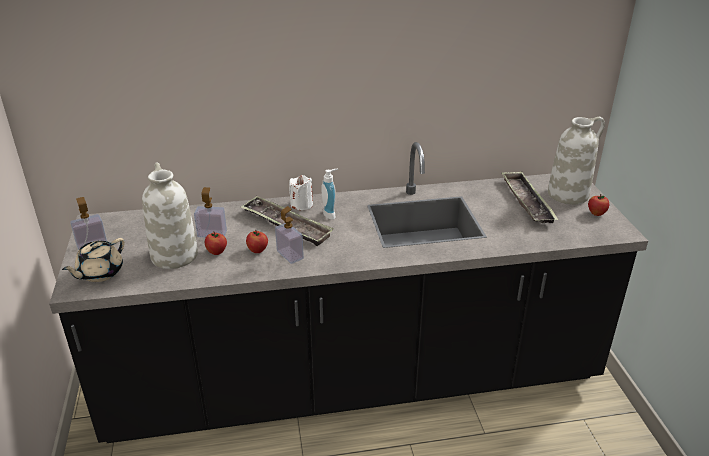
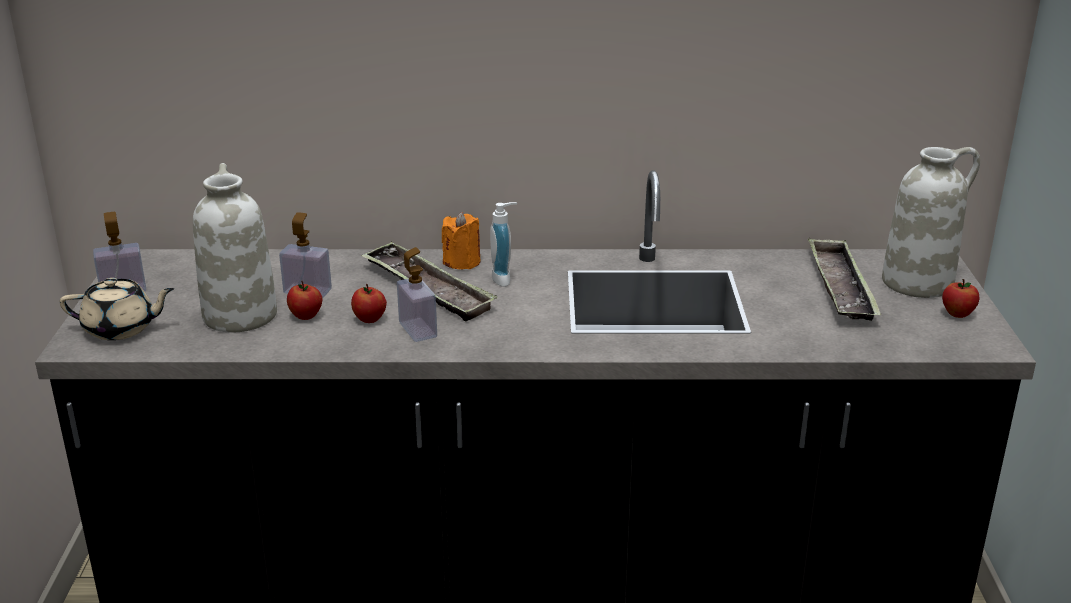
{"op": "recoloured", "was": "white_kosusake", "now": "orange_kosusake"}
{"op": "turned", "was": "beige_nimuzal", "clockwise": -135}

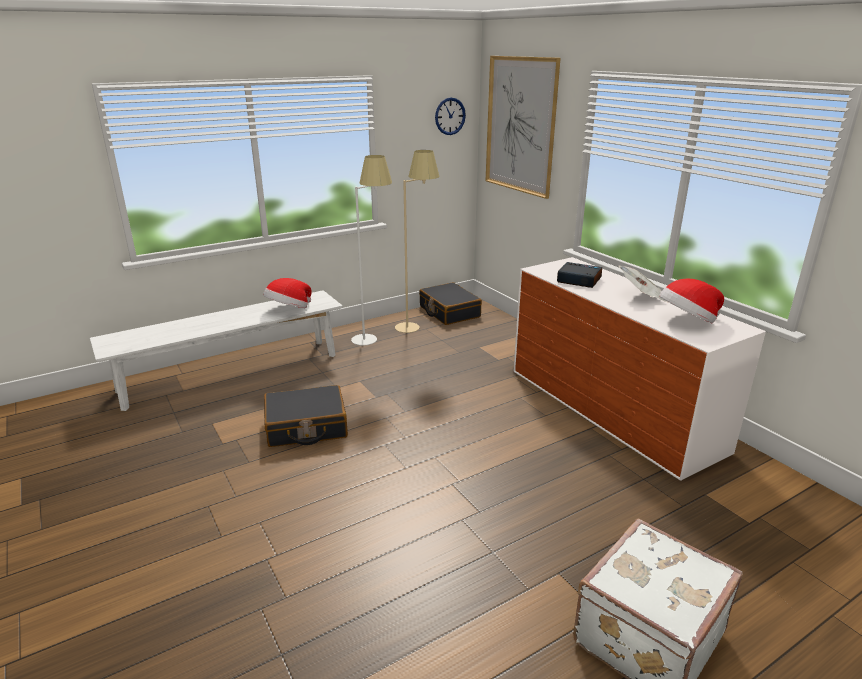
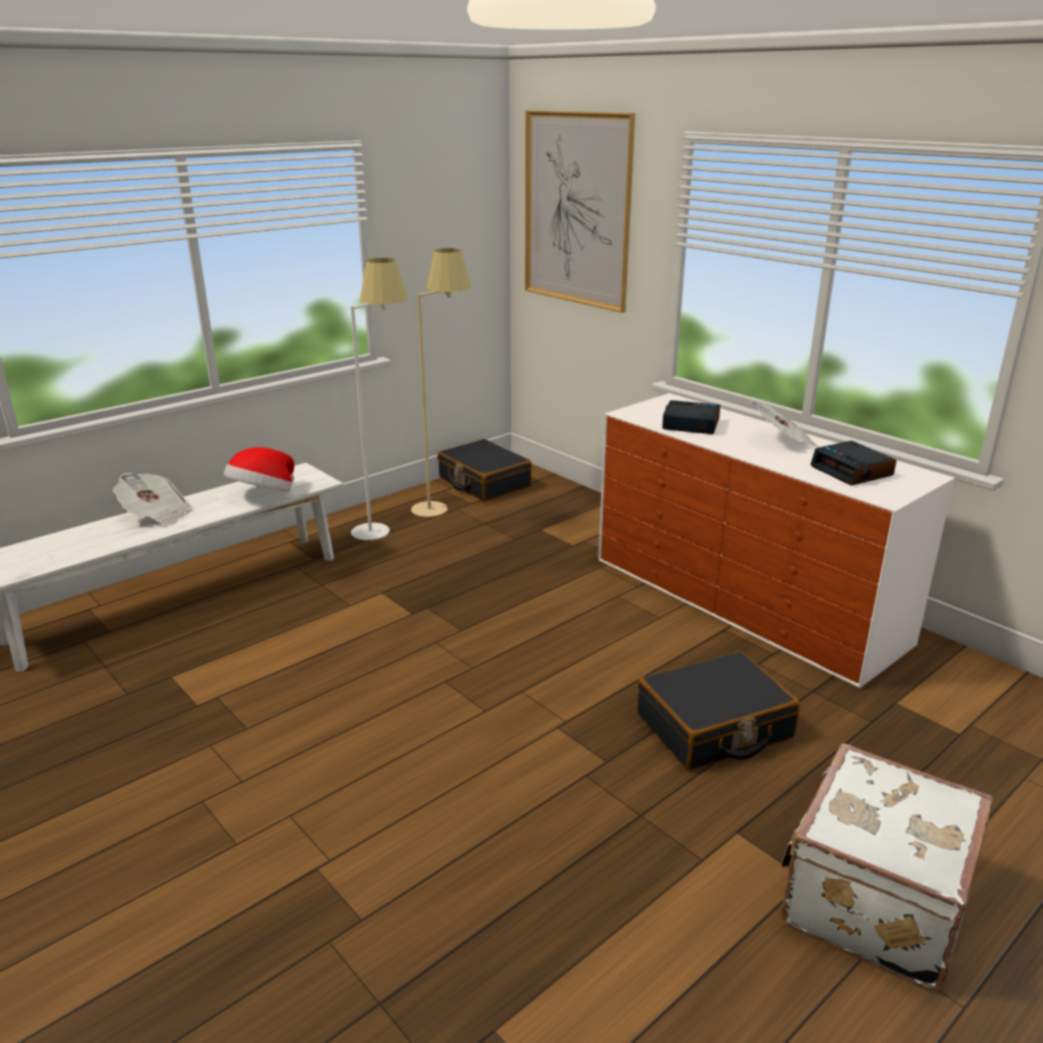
{"op": "removed", "was": "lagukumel"}
{"op": "replaced", "was": "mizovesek (2nd from left)", "now": "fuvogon (2nd from left)"}
{"op": "moved", "was": "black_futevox (1st from left in the first image)", "now": "black_futevox (2nd from left)"}
{"op": "added", "now": "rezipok (1st from left)"}

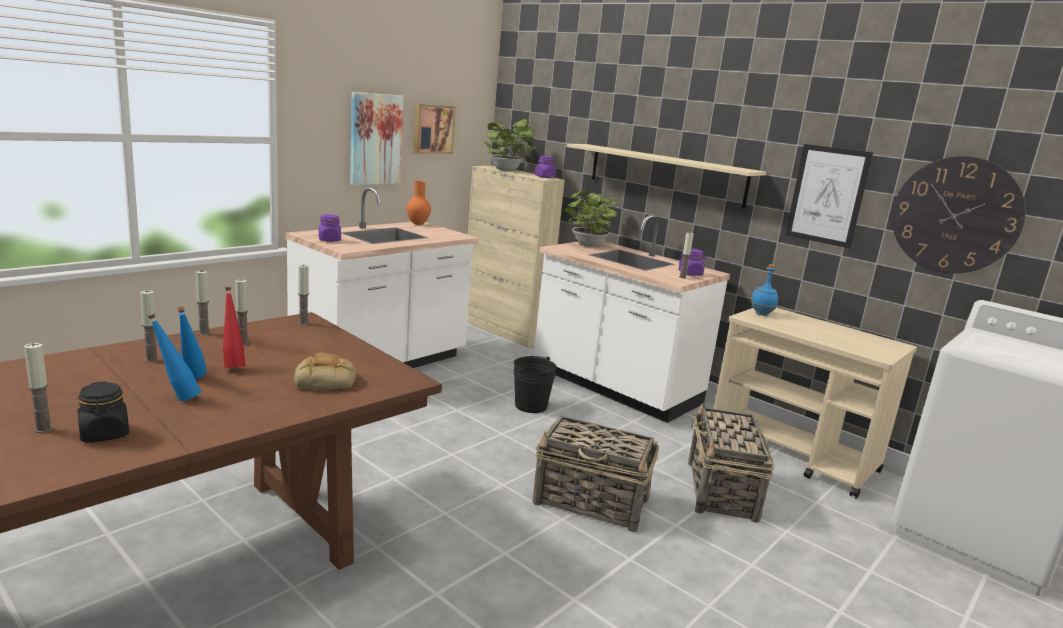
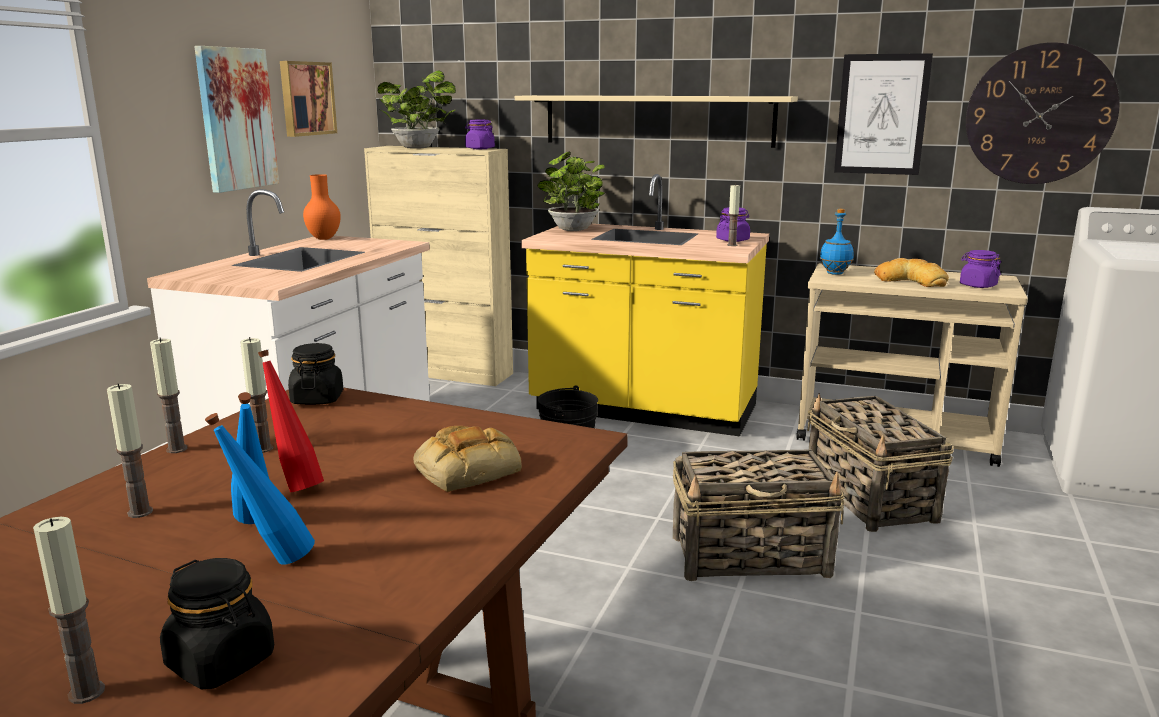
{"op": "moved", "was": "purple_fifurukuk (1st from left in the first image)", "now": "purple_fifurukuk (3rd from left)"}
{"op": "recoloured", "was": "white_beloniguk (2nd from left)", "now": "yellow_beloniguk"}
{"op": "replaced", "was": "kosusake (5th from left)", "now": "black_fifurukuk (2nd from left)"}
{"op": "added", "now": "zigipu (2nd from left)"}

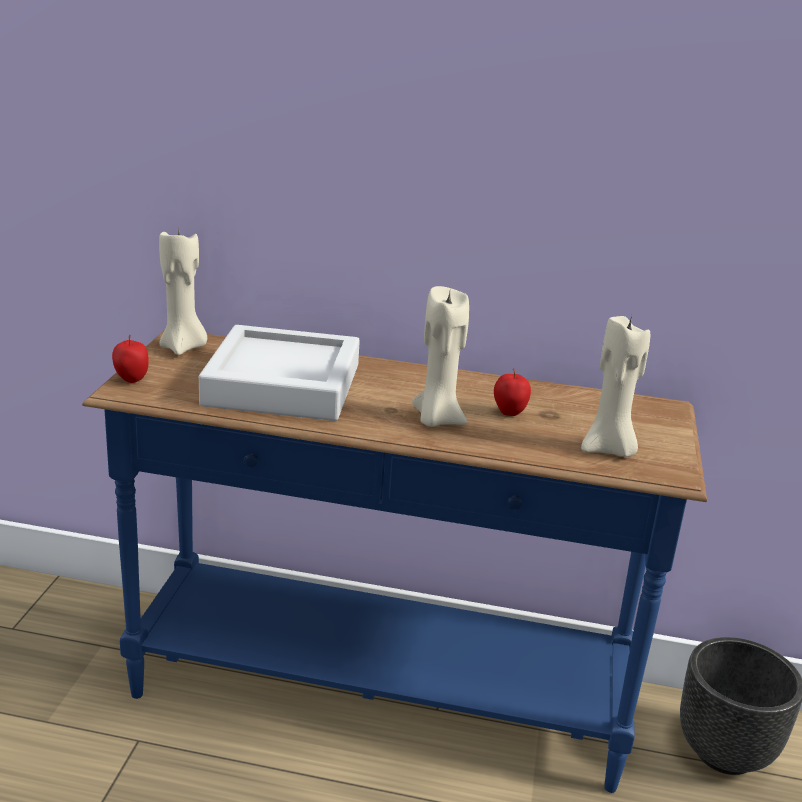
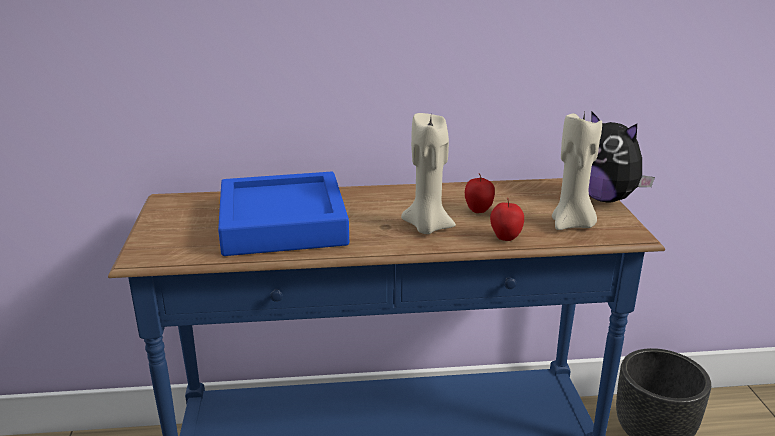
{"op": "removed", "was": "beige_kosusake (1st from left)"}
{"op": "recoloured", "was": "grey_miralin", "now": "blue_miralin"}
{"op": "moved", "was": "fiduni (1st from left in the first image)", "now": "fiduni (2nd from left)"}
{"op": "added", "now": "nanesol"}

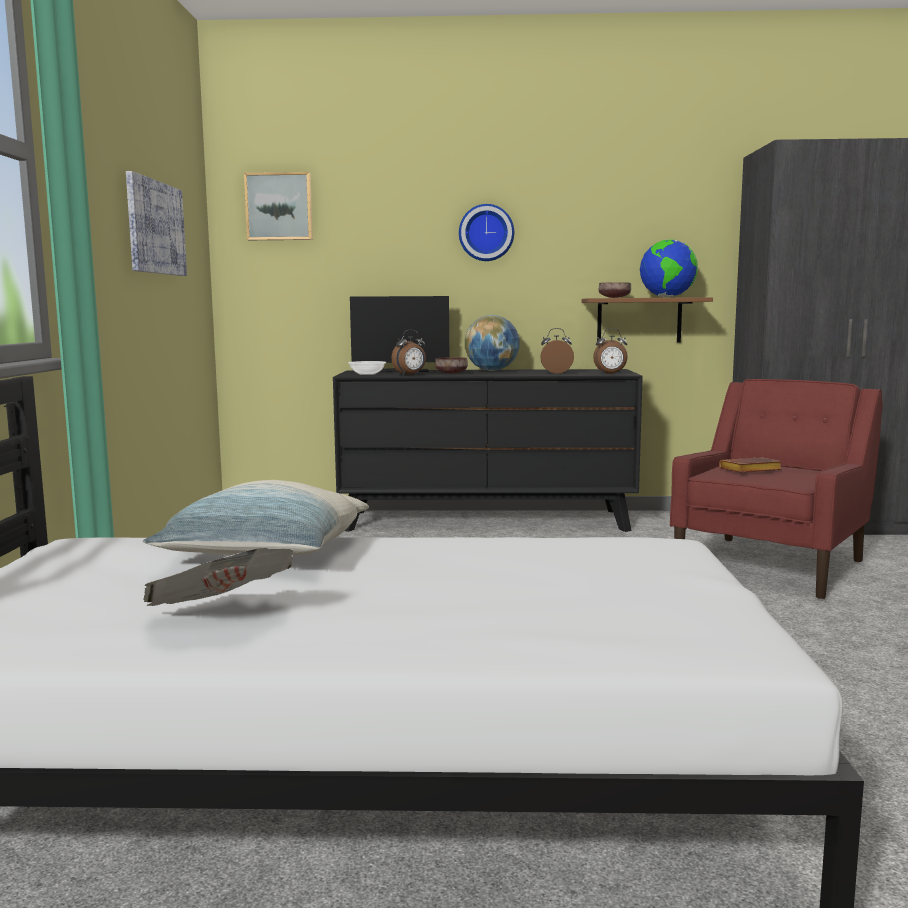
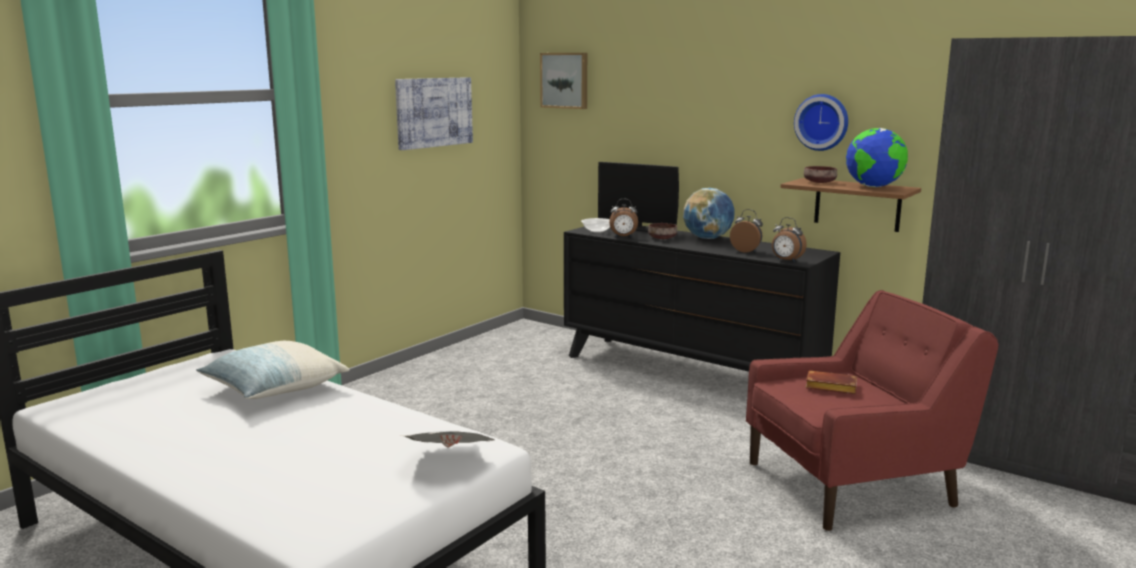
{"op": "moved", "was": "lagukumel"}
{"op": "moved", "was": "rezipok"}

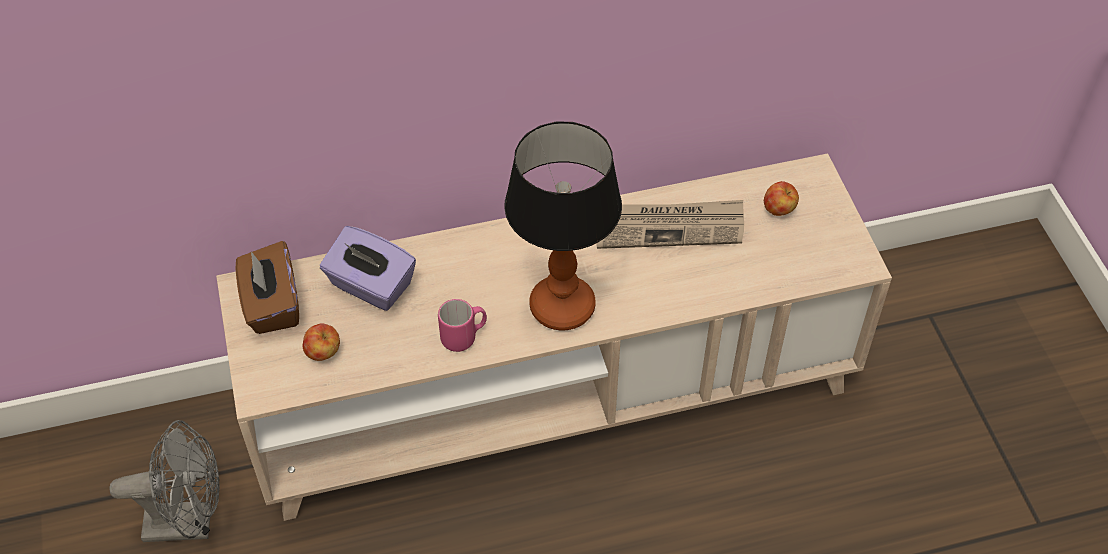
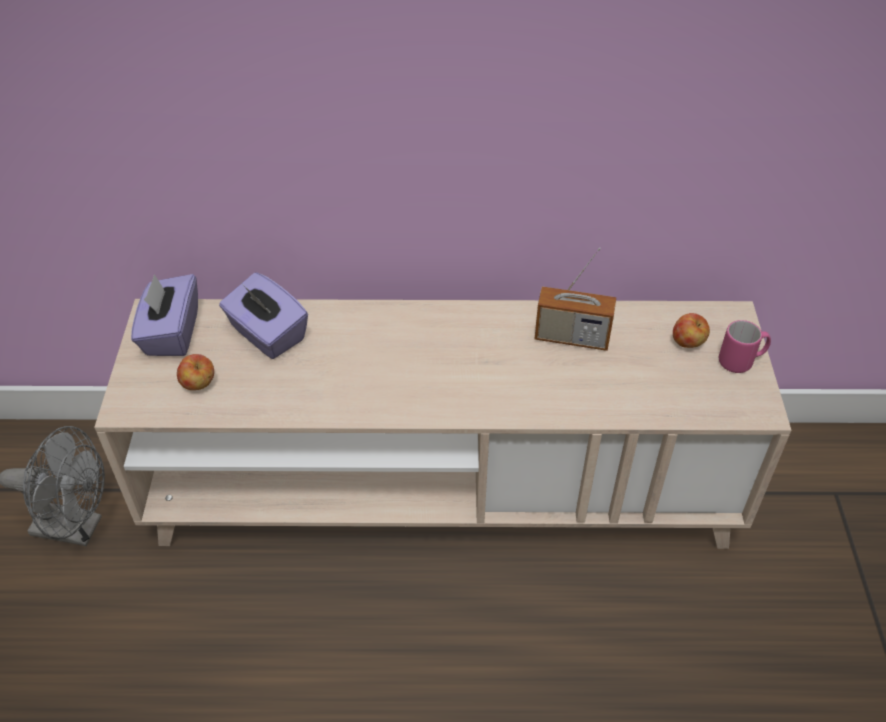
{"op": "removed", "was": "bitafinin"}
{"op": "replaced", "was": "rezipok", "now": "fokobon"}
{"op": "recoloured", "was": "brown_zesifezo", "now": "purple_zesifezo (1st from left)"}
{"op": "moved", "was": "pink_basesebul"}

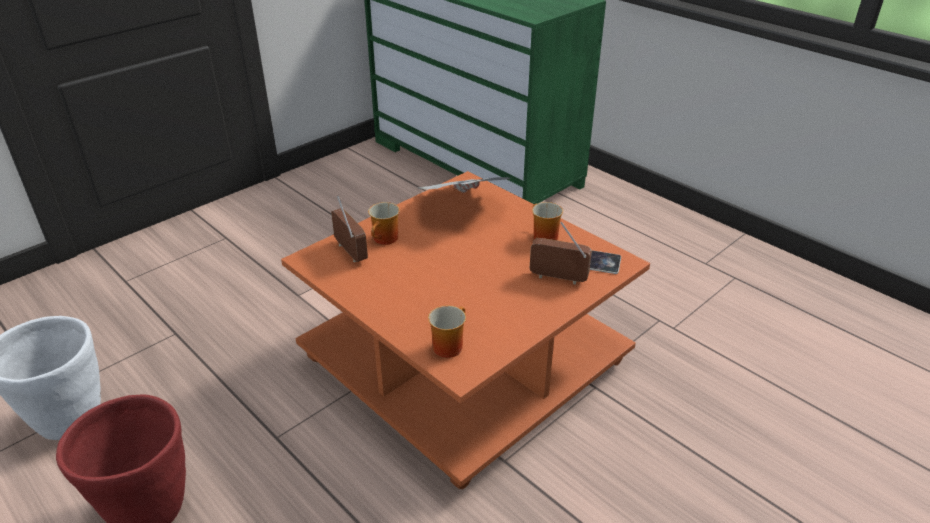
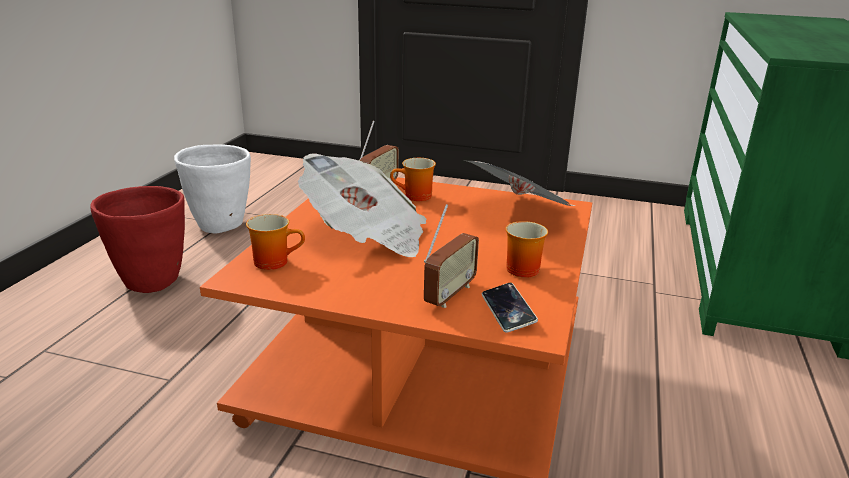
{"op": "turned", "was": "fokobon (2nd from left)", "clockwise": 45}
{"op": "added", "now": "rezipok (1st from left)"}

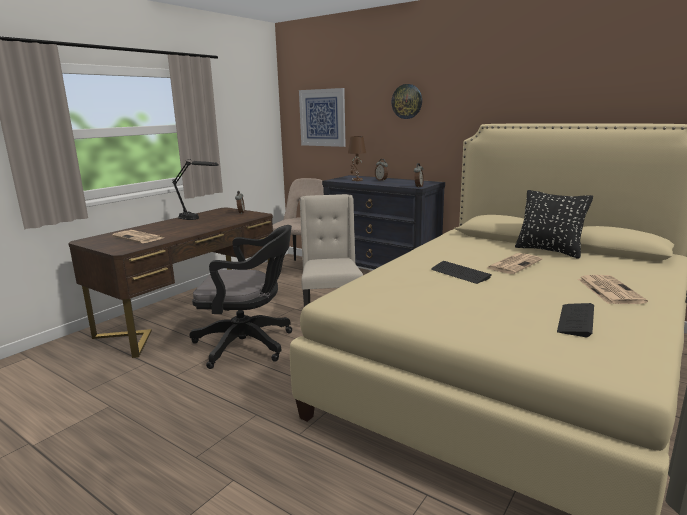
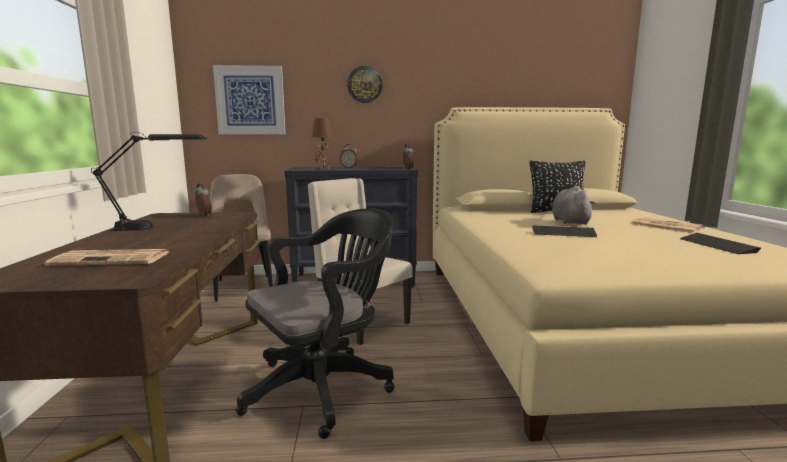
{"op": "replaced", "was": "rezipok (2nd from left)", "now": "grey_nanesol"}

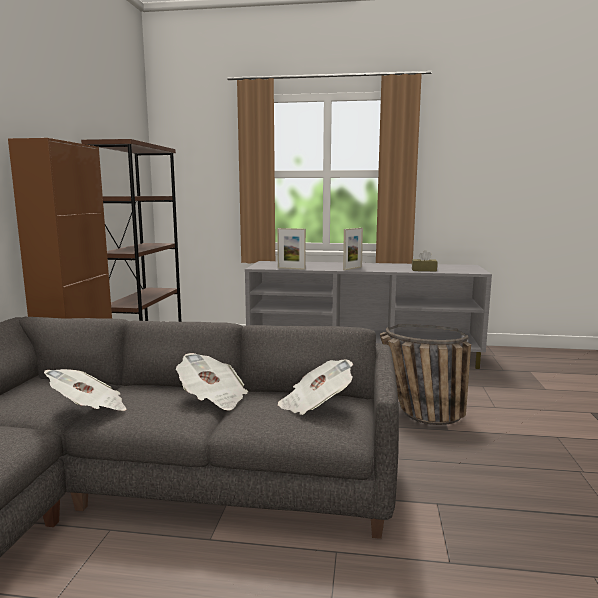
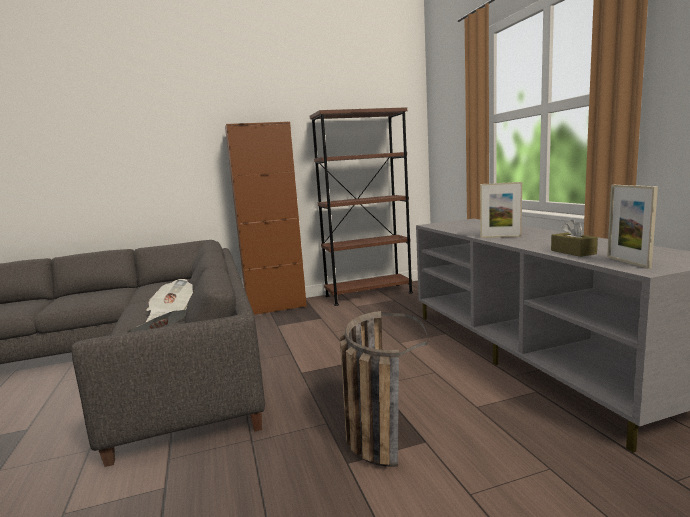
{"op": "moved", "was": "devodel (1st from left in the first image)", "now": "devodel (2nd from left)"}
{"op": "removed", "was": "rezipok (1st from left)"}

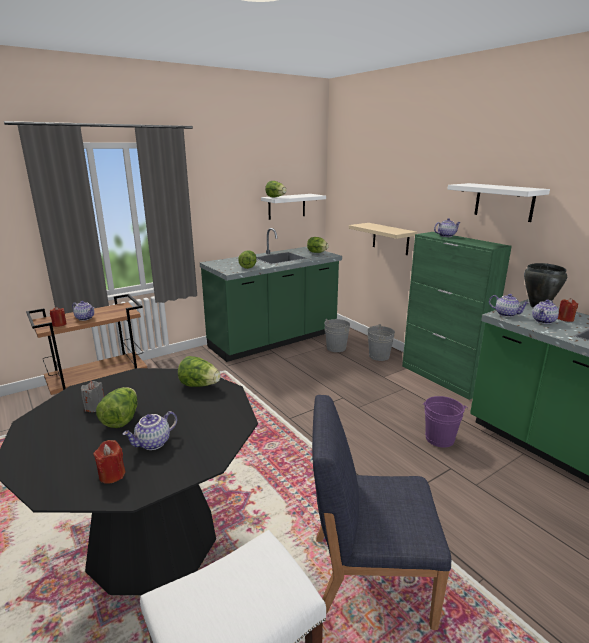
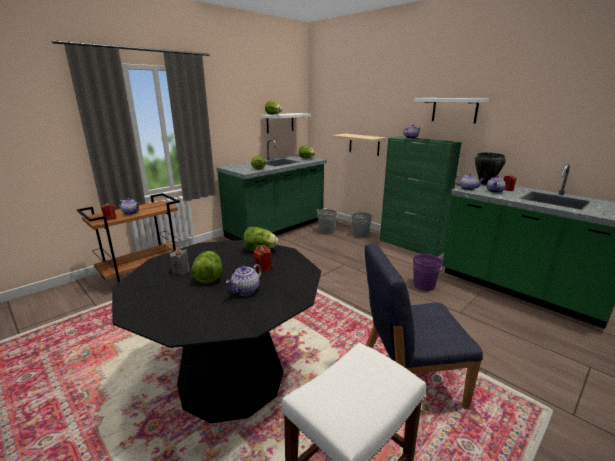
{"op": "moved", "was": "red_kosusake (2nd from left)"}

